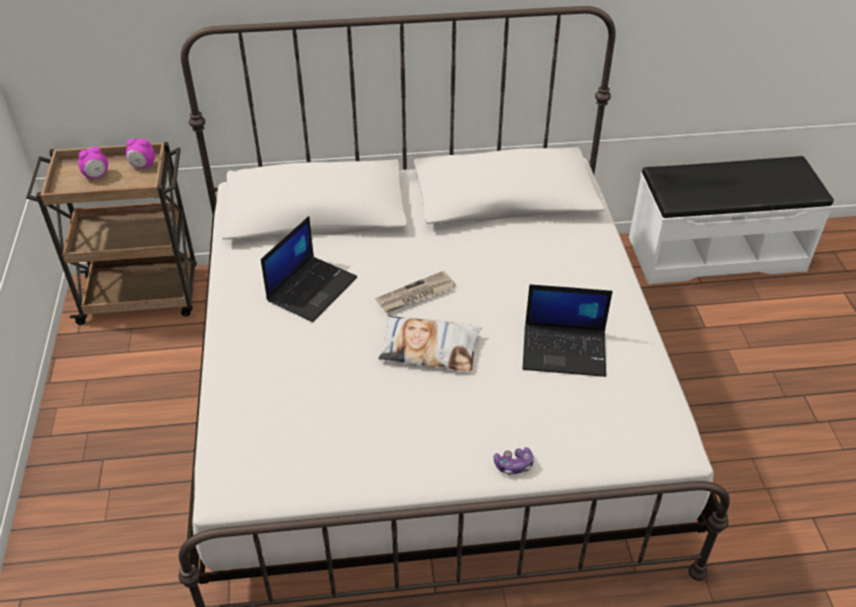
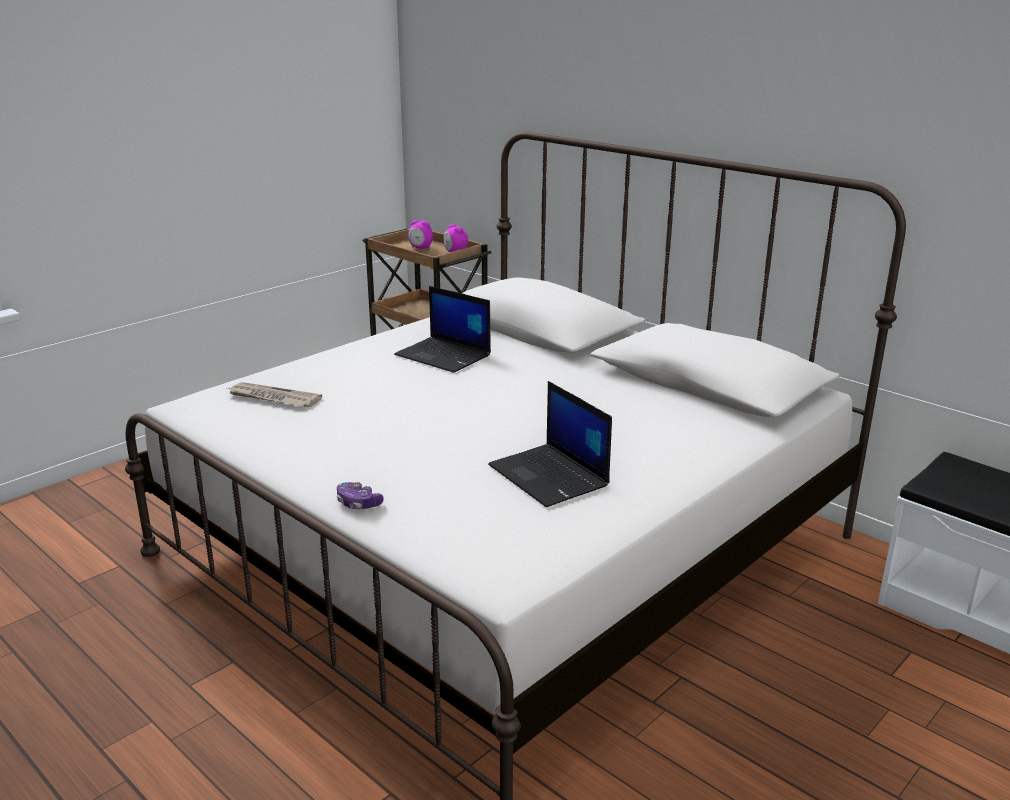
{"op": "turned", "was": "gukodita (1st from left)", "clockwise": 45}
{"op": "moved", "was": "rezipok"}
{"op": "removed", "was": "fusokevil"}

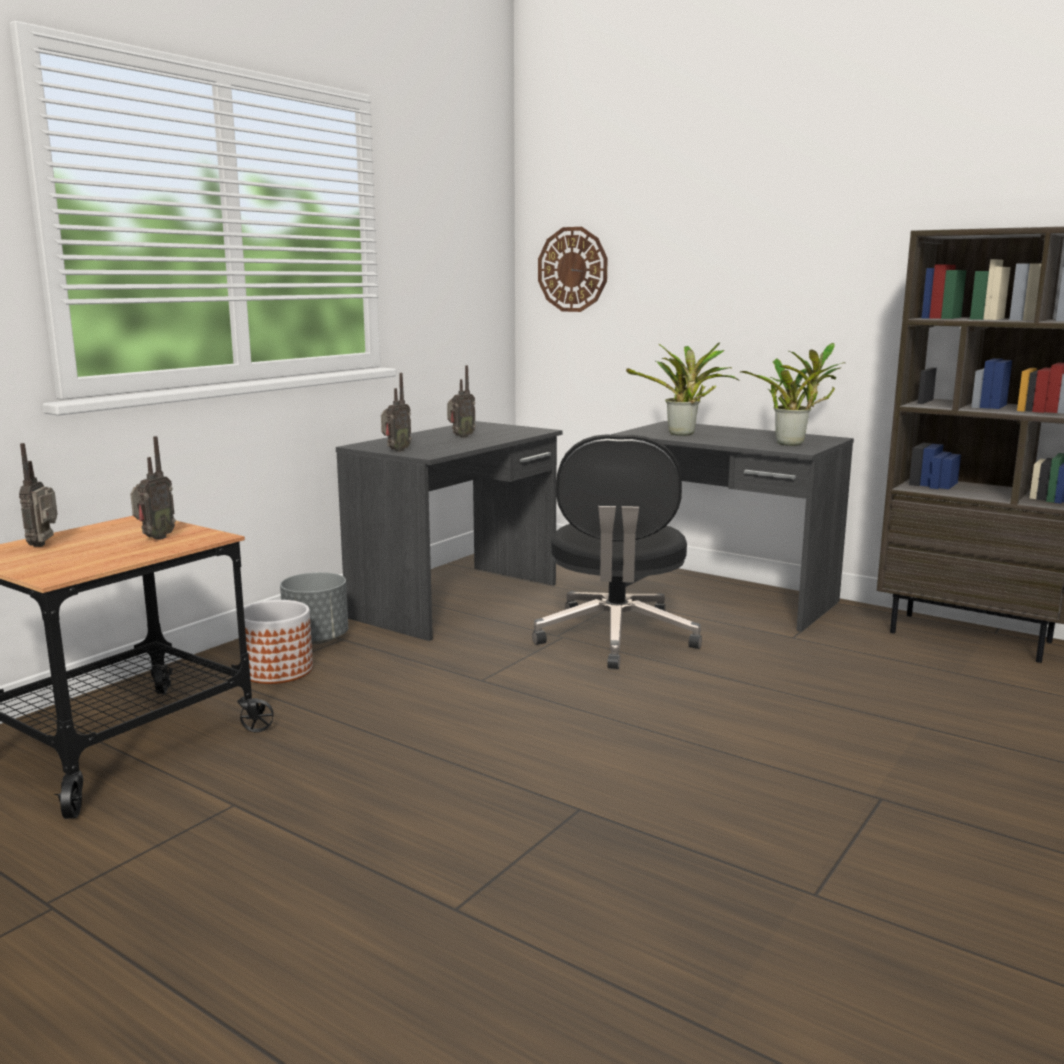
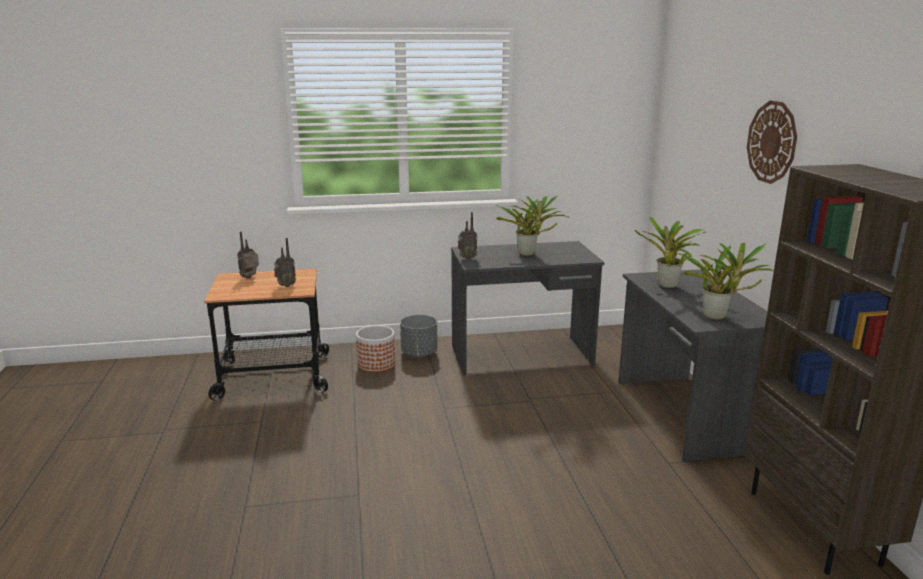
{"op": "moved", "was": "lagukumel"}
{"op": "replaced", "was": "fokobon (4th from left)", "now": "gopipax (1st from left)"}
{"op": "removed", "was": "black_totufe"}

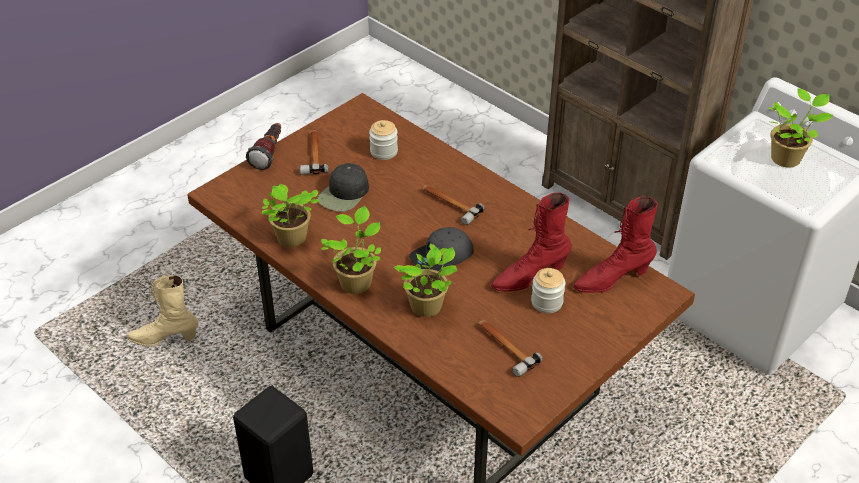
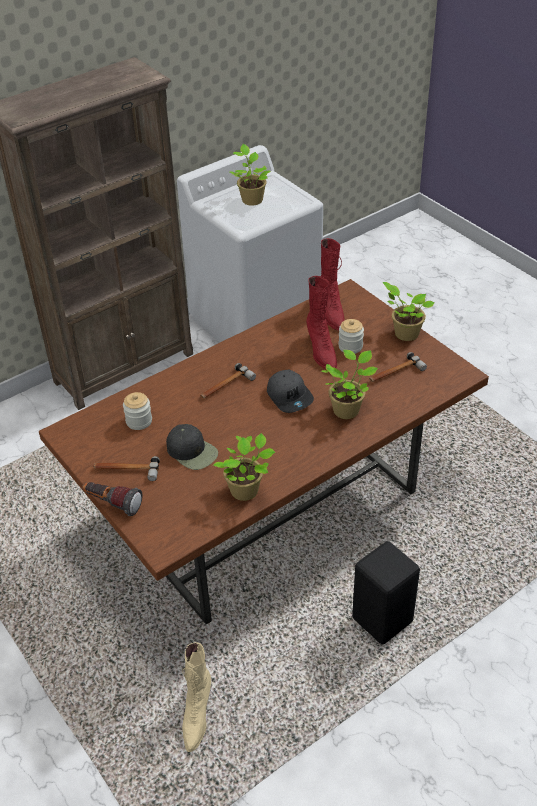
{"op": "moved", "was": "gopipax (2nd from left in the first image)", "now": "gopipax (4th from left)"}

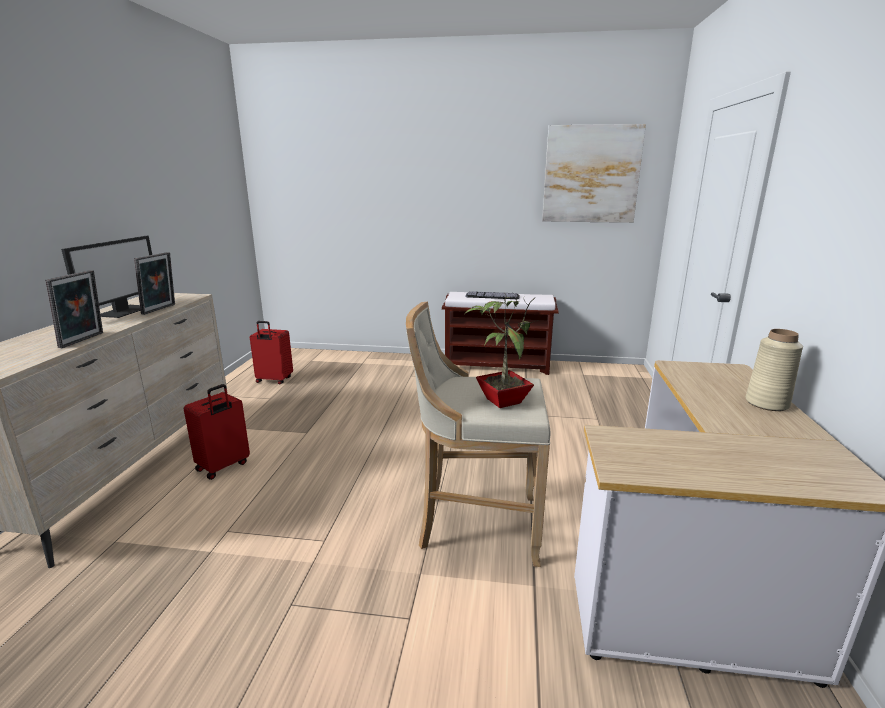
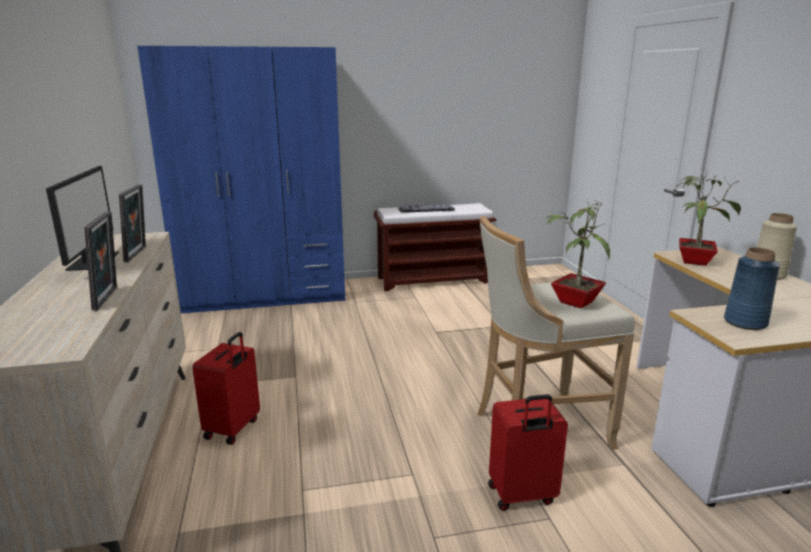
{"op": "removed", "was": "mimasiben"}
{"op": "moved", "was": "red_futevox (2nd from left)"}
{"op": "added", "now": "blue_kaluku"}
{"op": "added", "now": "gopipax (2nd from left)"}
{"op": "added", "now": "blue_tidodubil"}

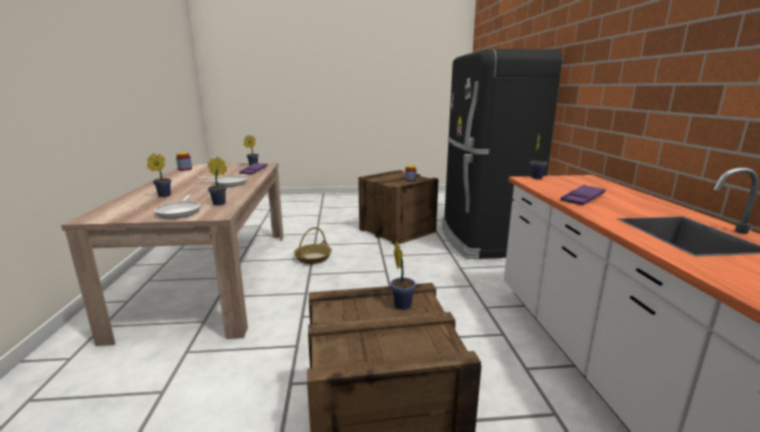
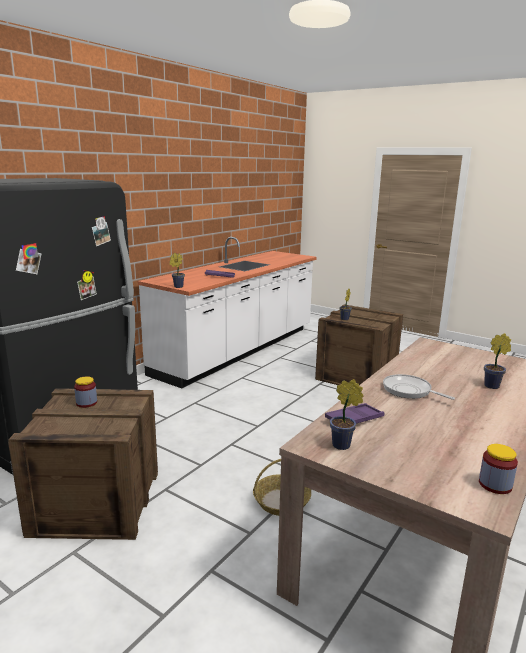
{"op": "removed", "was": "gopipax (2nd from left)"}
{"op": "removed", "was": "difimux (1st from left)"}

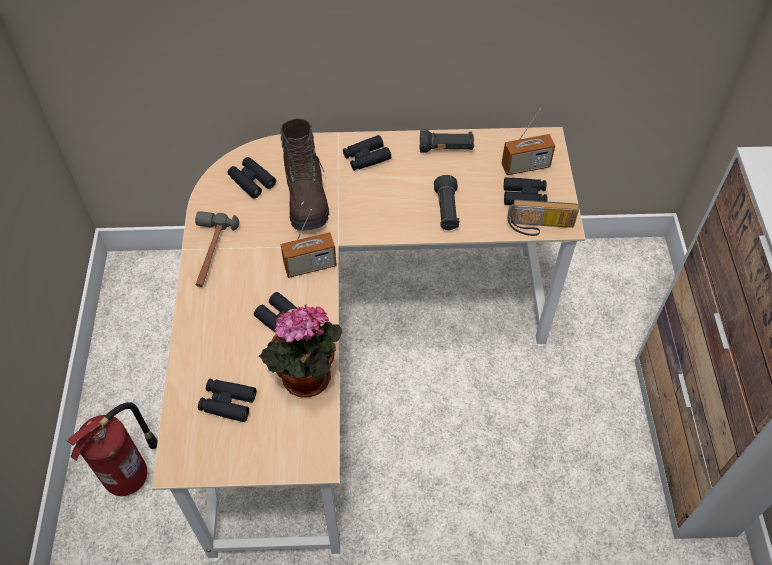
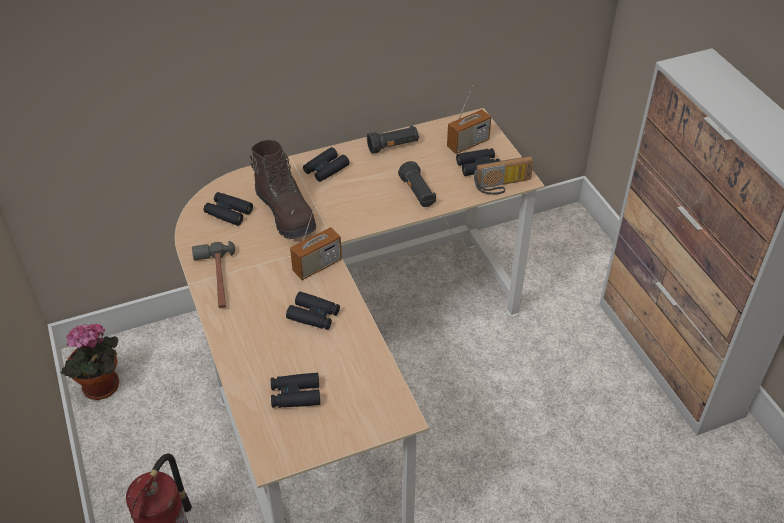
{"op": "moved", "was": "gopipax"}

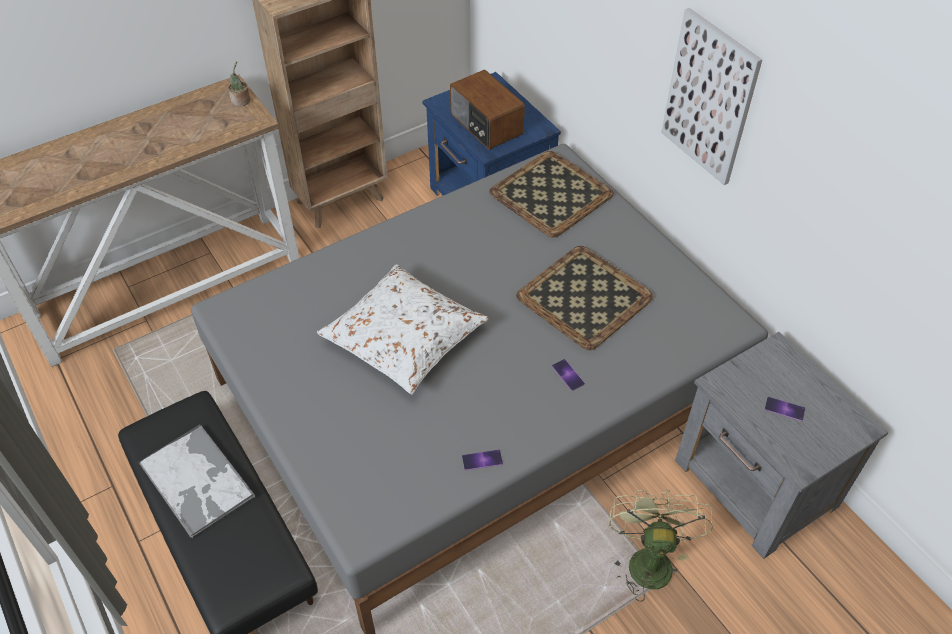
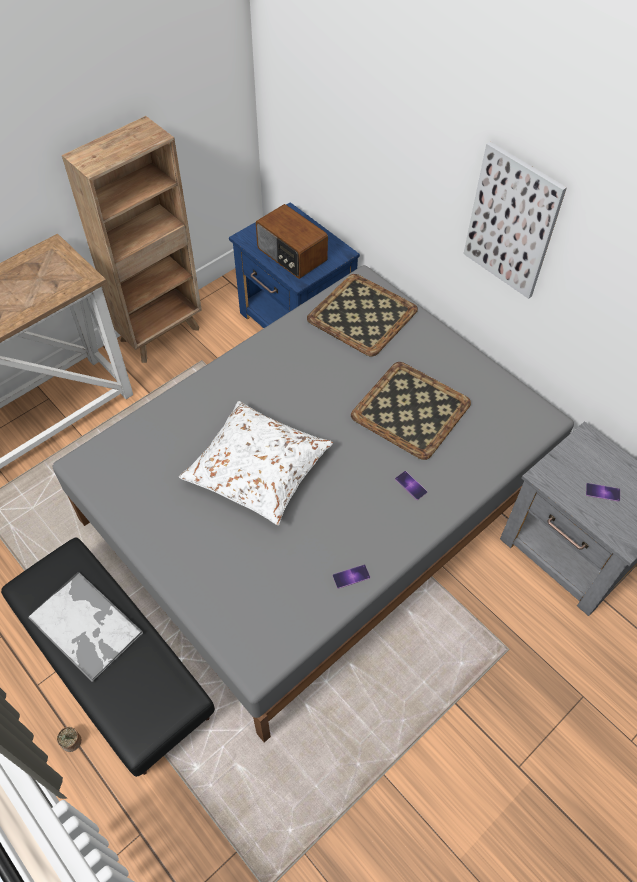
{"op": "moved", "was": "gopipax"}
{"op": "removed", "was": "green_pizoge"}

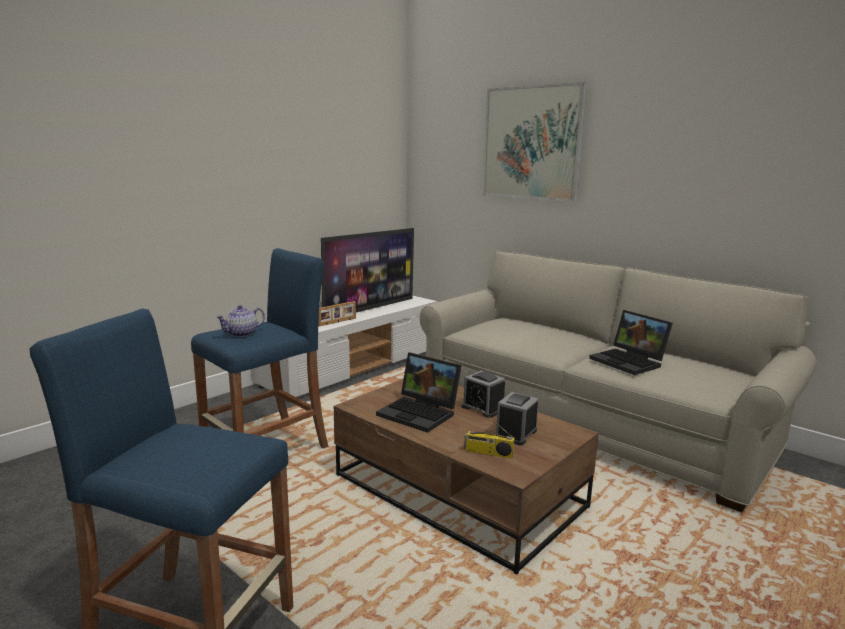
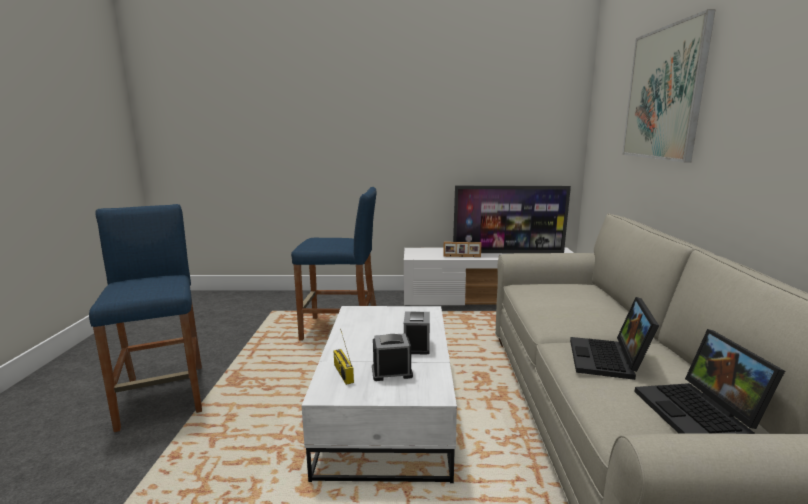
{"op": "removed", "was": "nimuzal"}
{"op": "moved", "was": "gukodita (1st from left in the first image)", "now": "gukodita (2nd from left)"}
{"op": "recoloured", "was": "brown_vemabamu", "now": "white_vemabamu"}

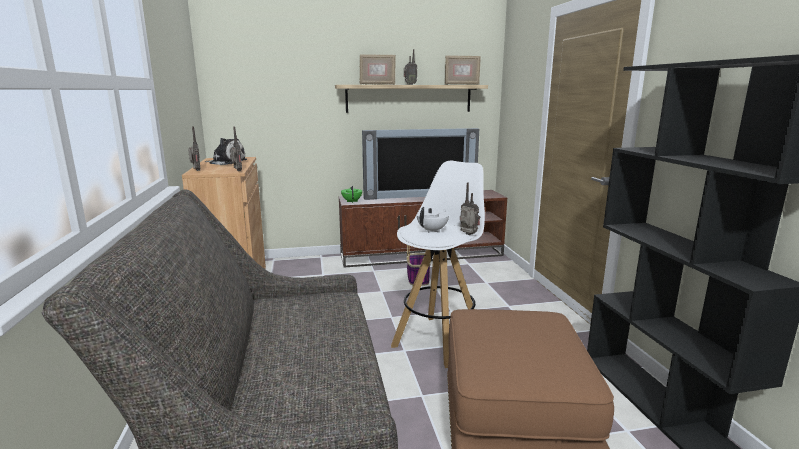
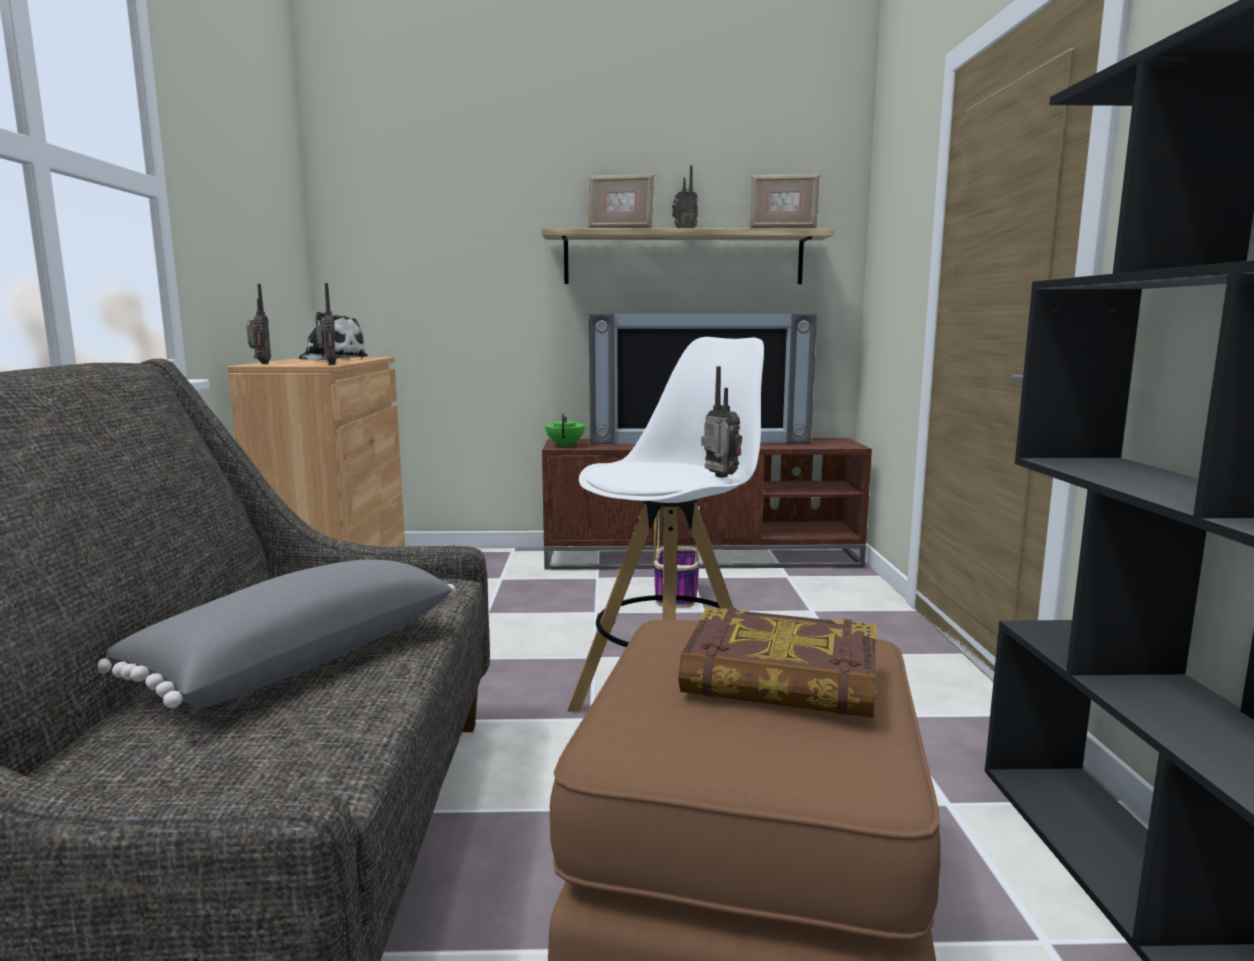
{"op": "removed", "was": "white_nimuzal"}
{"op": "added", "now": "grey_fusokevil"}
{"op": "added", "now": "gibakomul"}

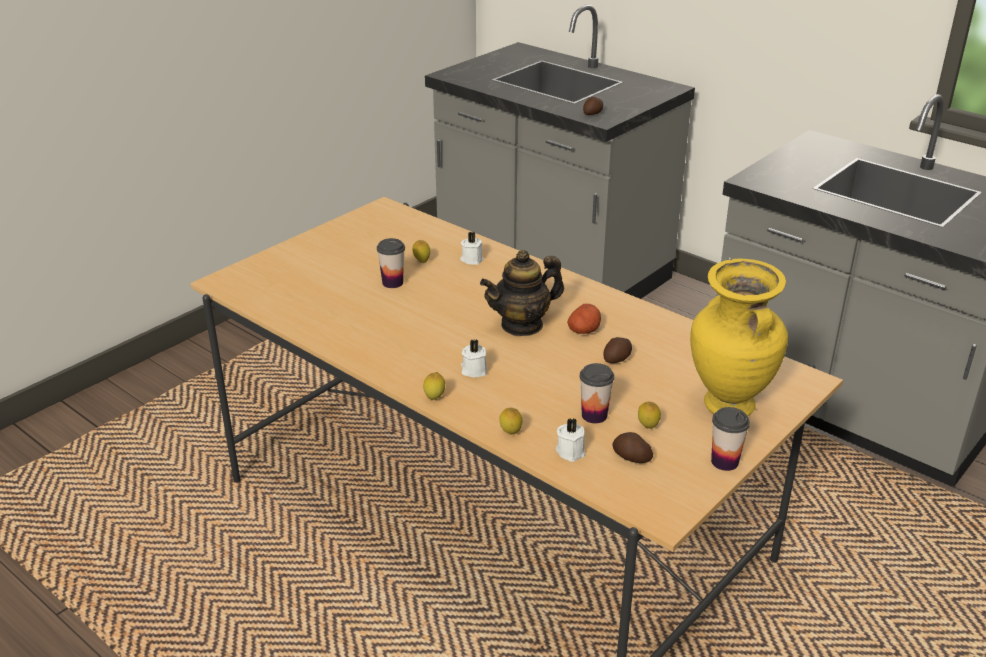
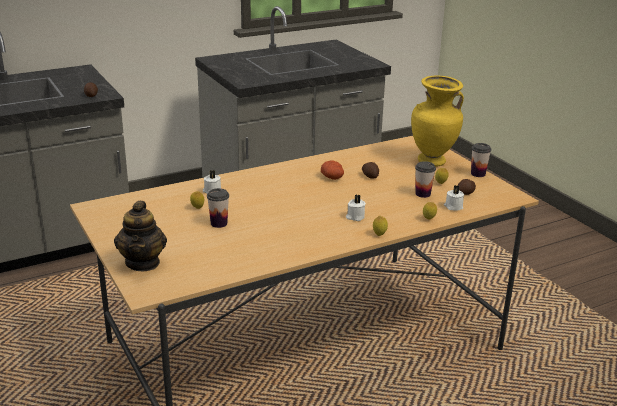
{"op": "moved", "was": "nimuzal"}

